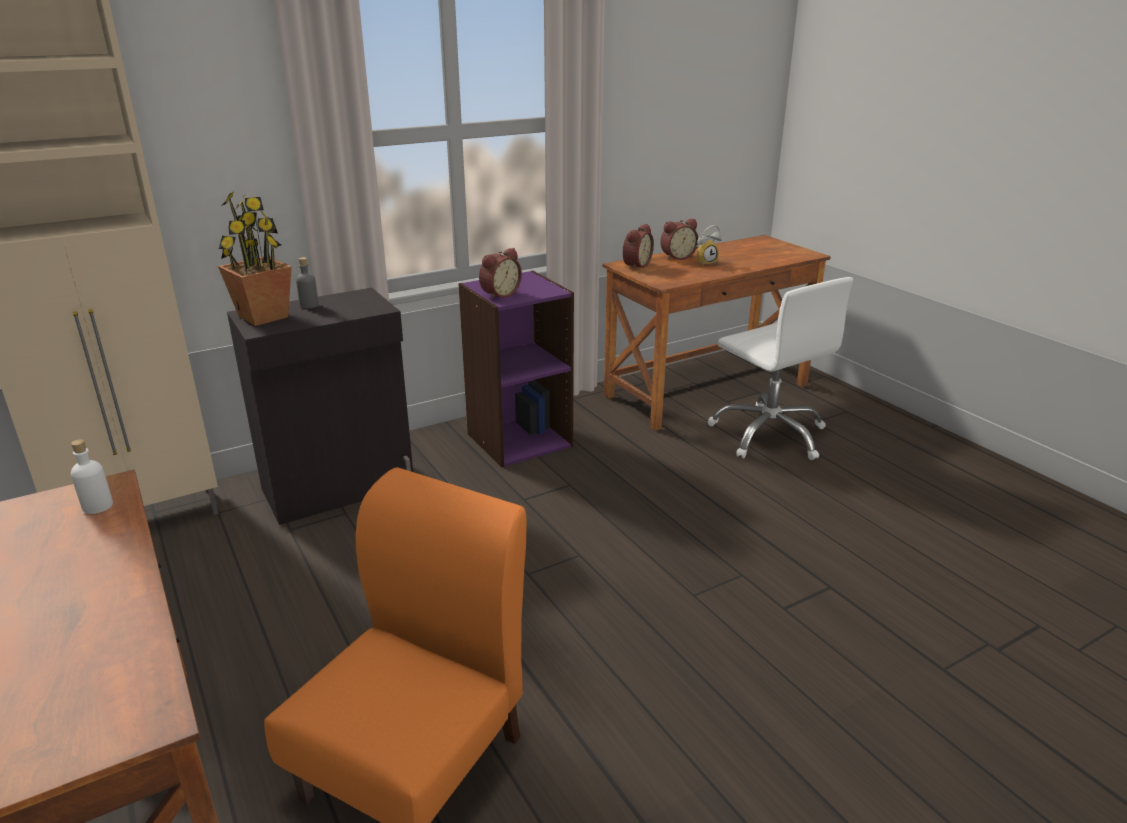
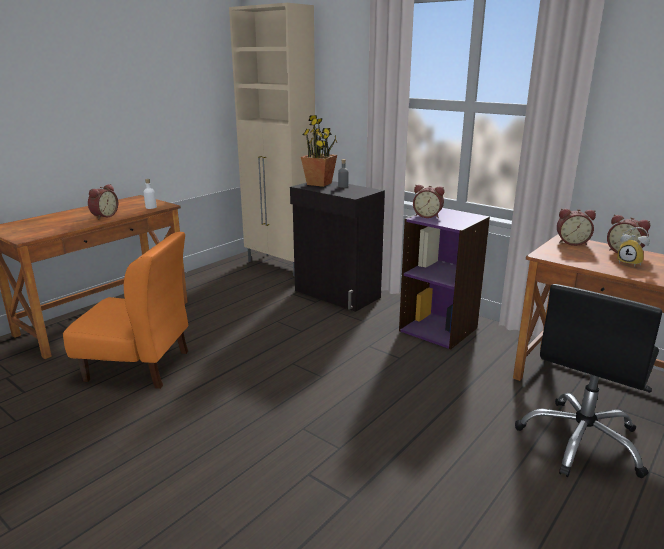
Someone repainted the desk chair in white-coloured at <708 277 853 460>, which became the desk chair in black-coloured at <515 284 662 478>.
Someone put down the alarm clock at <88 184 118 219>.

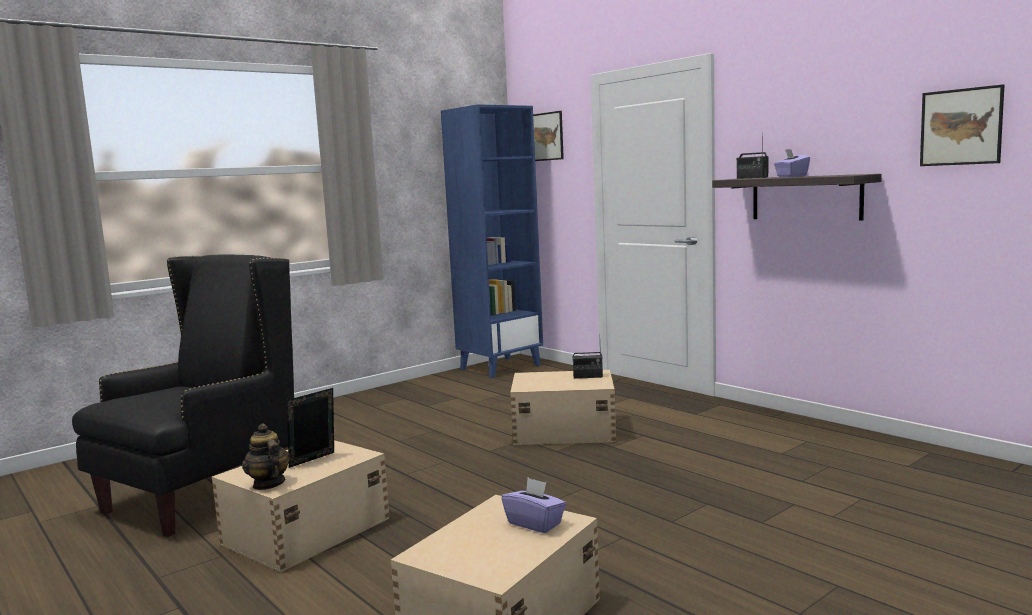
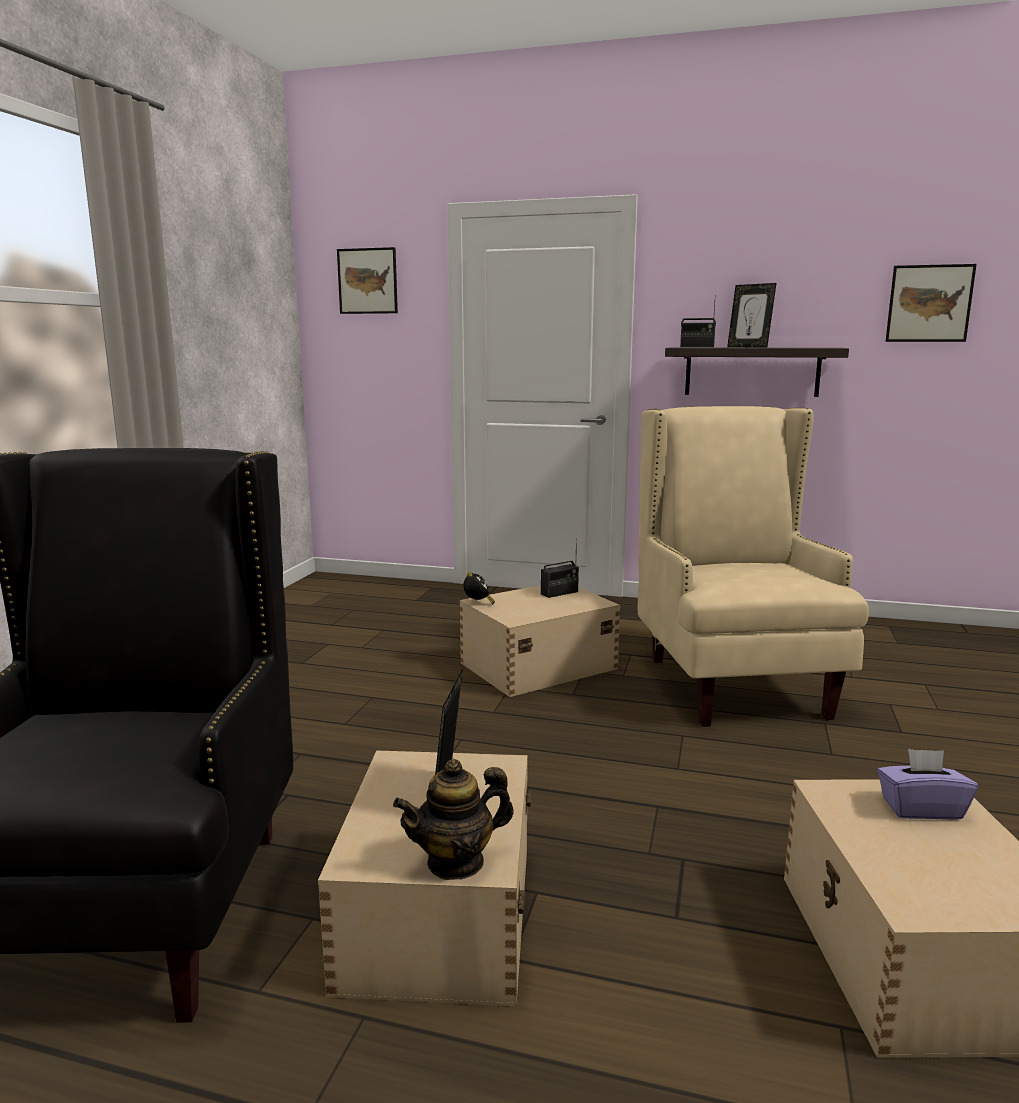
Someone rotated the teapot at <242 424 290 490> by 45 degrees counterclockwise.
Someone took away the bookshelf in blue-coloured at <441 104 543 378>.
Someone swapped the tissue holder in purple-coloured at <774 149 810 177> for the picture frame at <727 283 776 348>.
Someone put down the alarm clock at <463 572 495 604>.
Someone put down the lounge chair in beige-coloured at <638 406 869 727>.

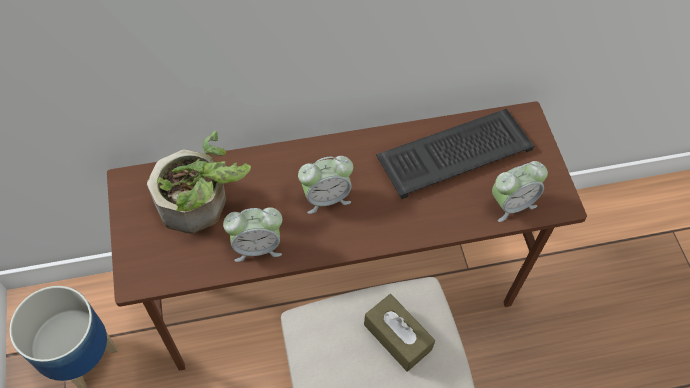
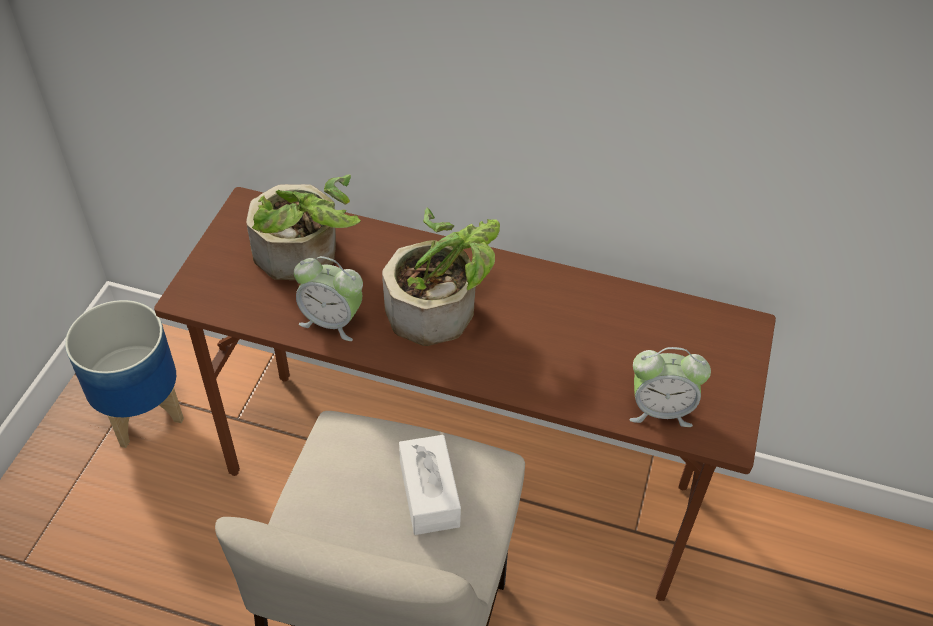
Someone swapped the alarm clock at <298 156 353 214> for the potted plant at <382 208 500 346>.
Someone repainted the tissue holder in brown at <364 294 435 372>, which became the tissue holder in white-coloured at <399 435 461 535>.
Someone took away the PC keyboard at <376 108 534 199>.

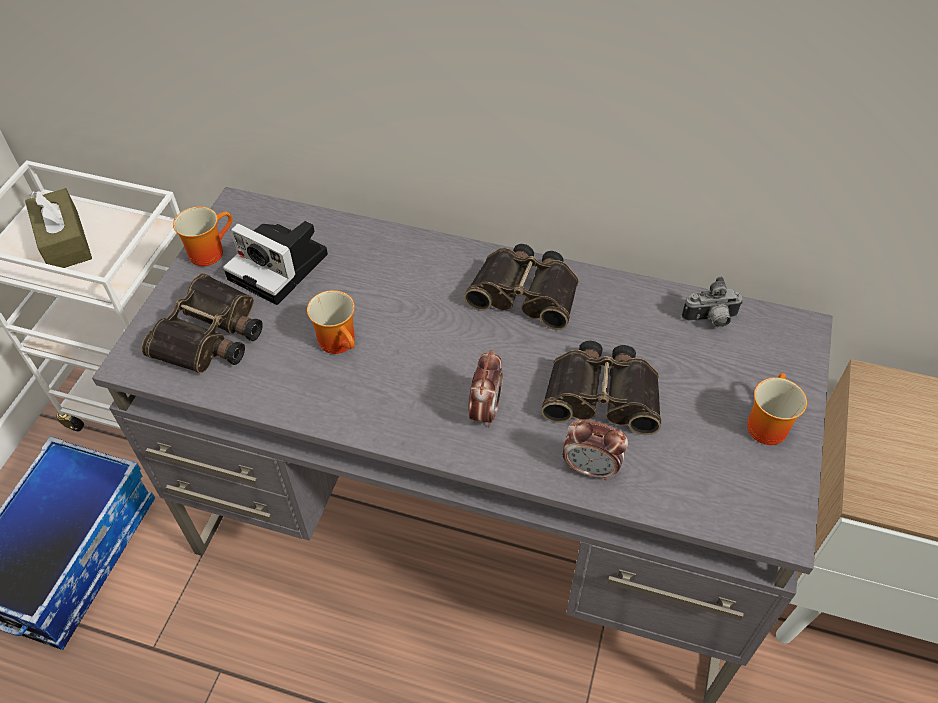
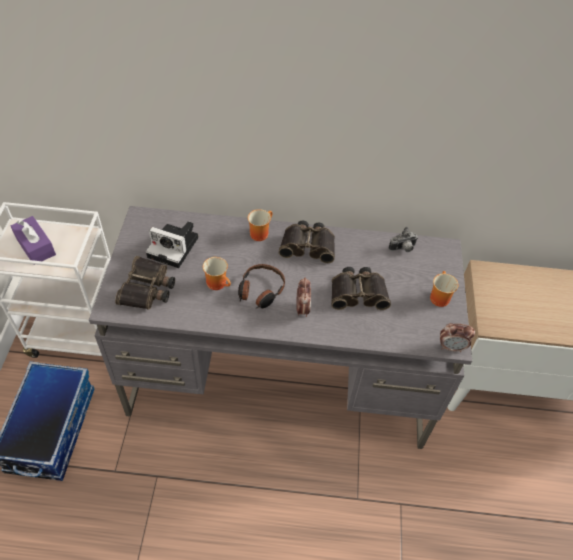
Someone repainted the tissue holder in brown at <25 188 92 268>, which became the tissue holder in purple-coloured at <11 216 56 265>.
Someone carried the tea mug from <173 206 233 266> to <248 209 273 241>.
Someone carried the alarm clock from <562 419 628 481> to <440 323 475 352>.
Someone put down the headphones at <238 264 285 309>.

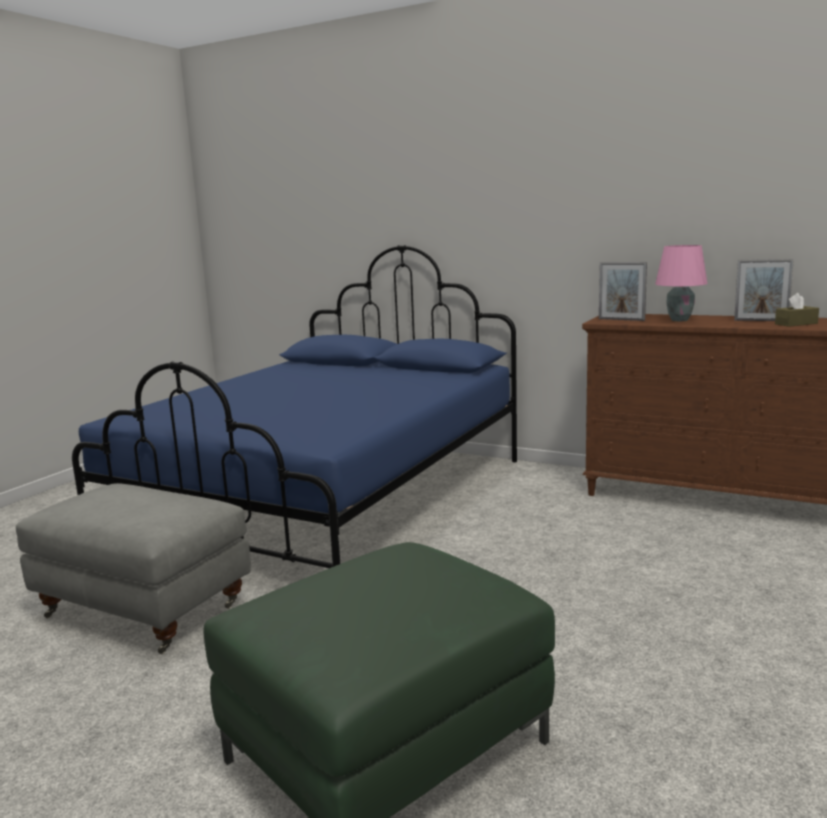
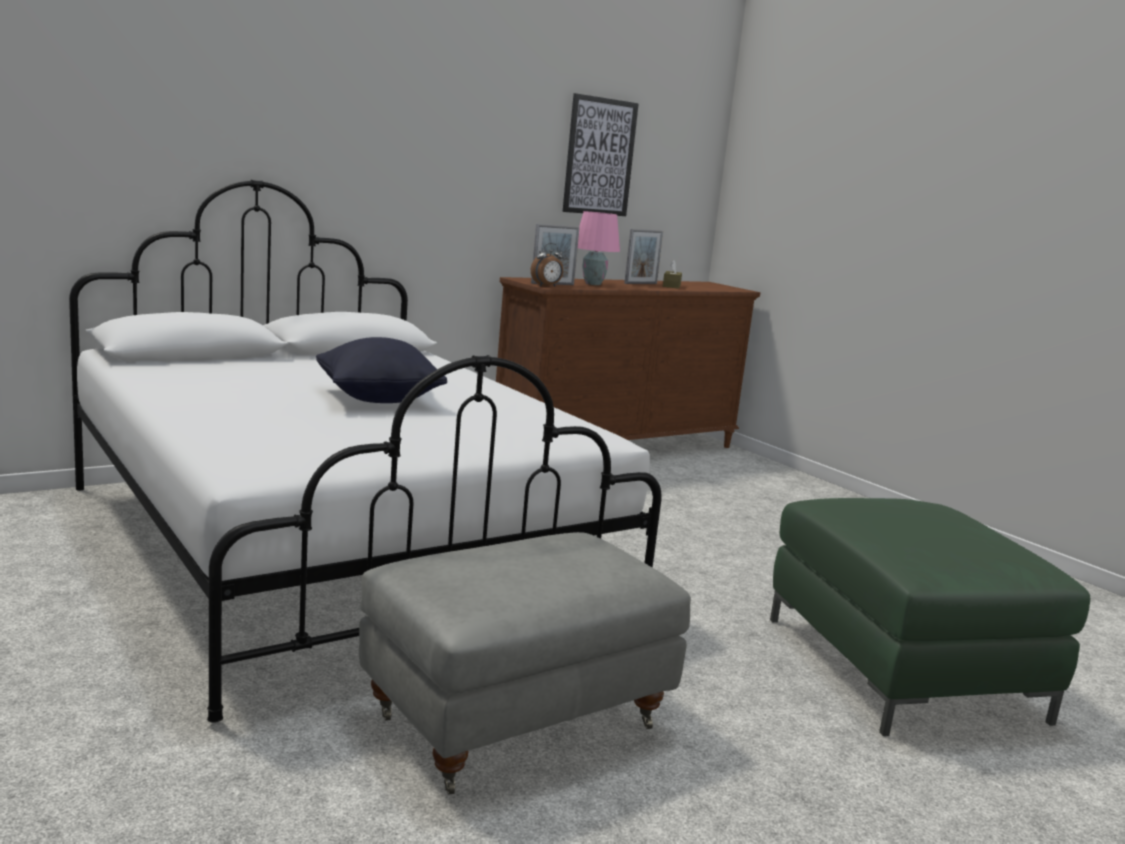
Someone repainted the bed in blue-coloured at <72 245 517 568>, which became the bed in white-coloured at <69 180 662 723>.
Someone put down the pillow in black-coloured at <316 337 447 403>.
Someone put down the alarm clock at <531 243 564 287>.
Someone put up the wall picture at <562 93 639 216>.

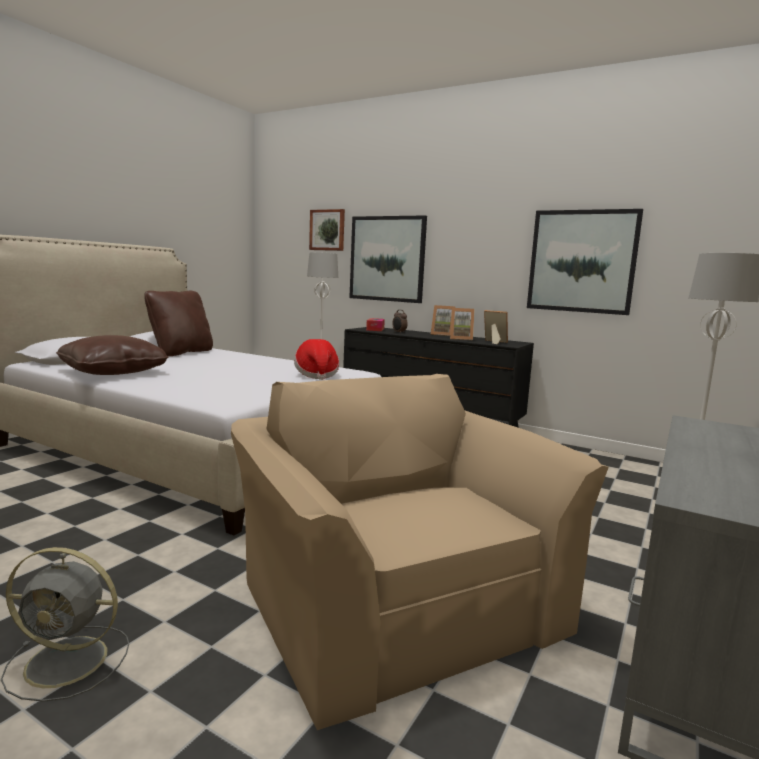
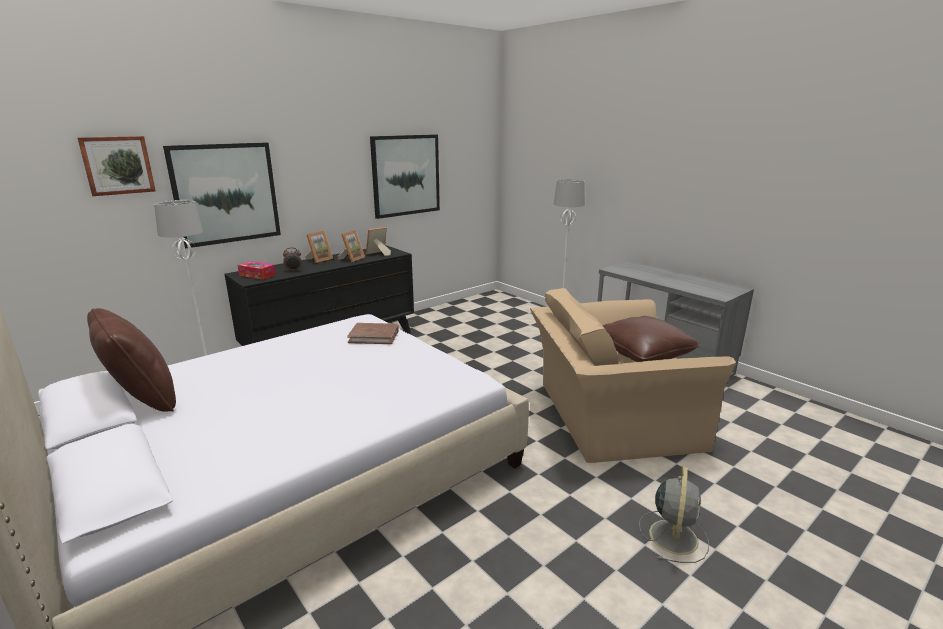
Someone carried the pillow in brown from <56 335 169 375> to <603 316 700 362>.
Someone swapped the hat at <294 339 339 380> for the bound book in brown at <347 323 399 344>.

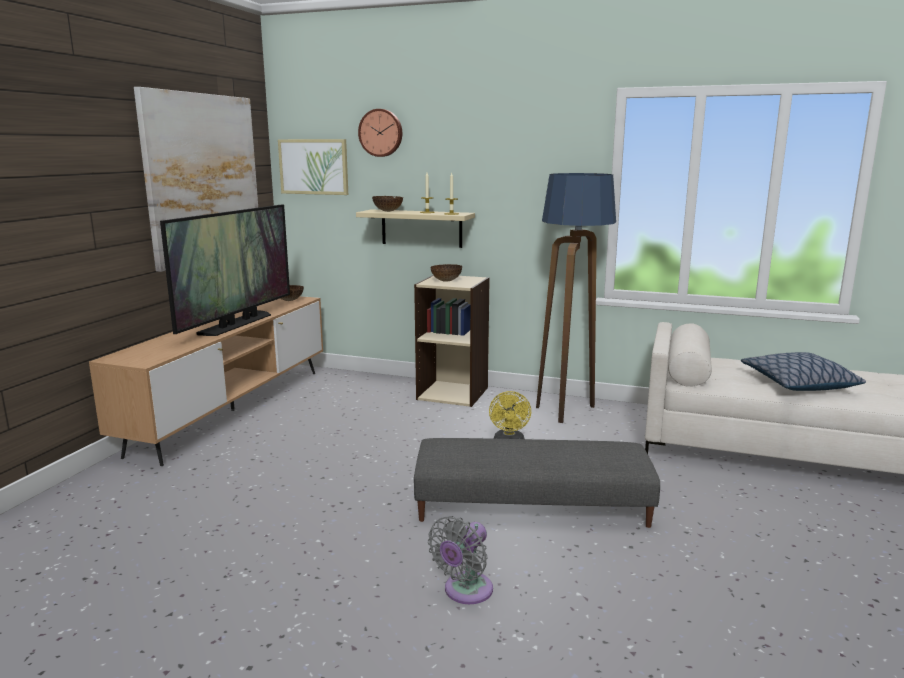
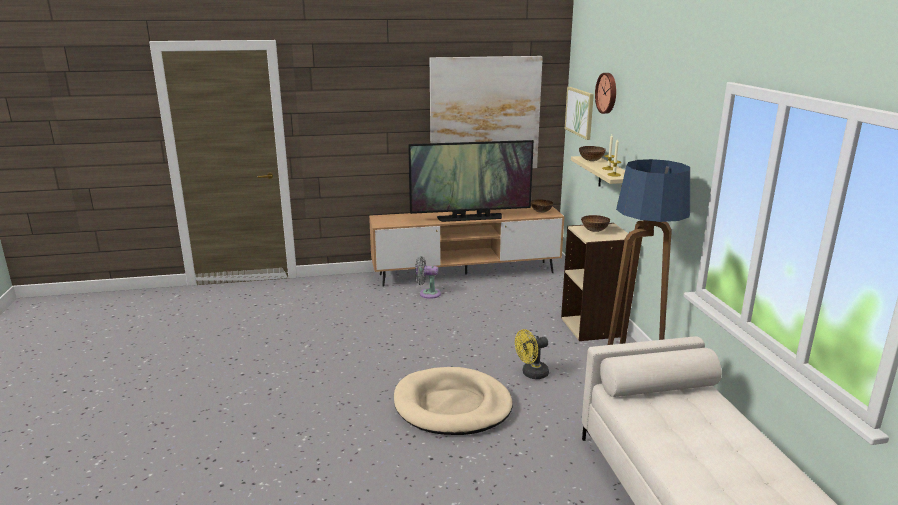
Someone swapped the pouffe in greyish at <414 438 660 528> for the dog cushion in beige-coloured at <394 367 513 435>.
Someone carried the fan in greyish from <428 516 493 604> to <415 256 441 299>.
Someone took away the pillow at <741 352 866 391>.

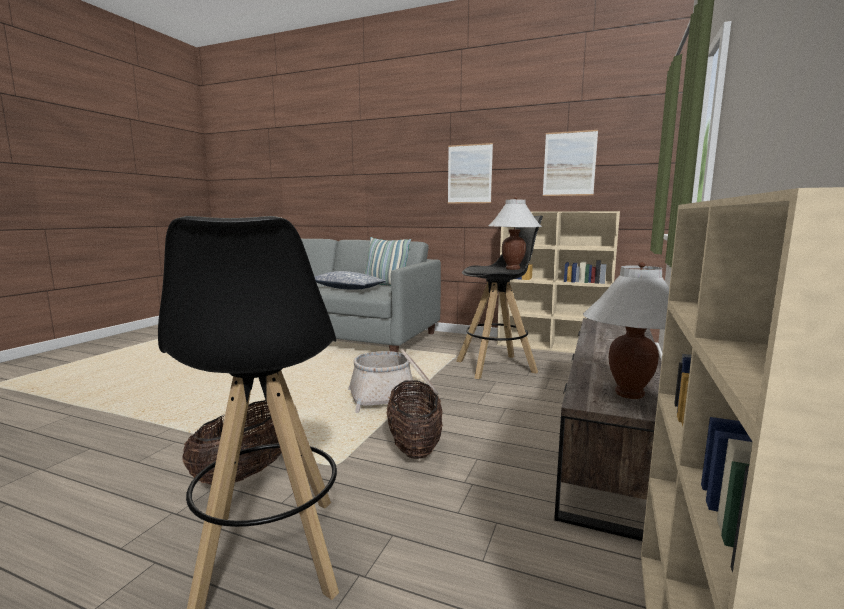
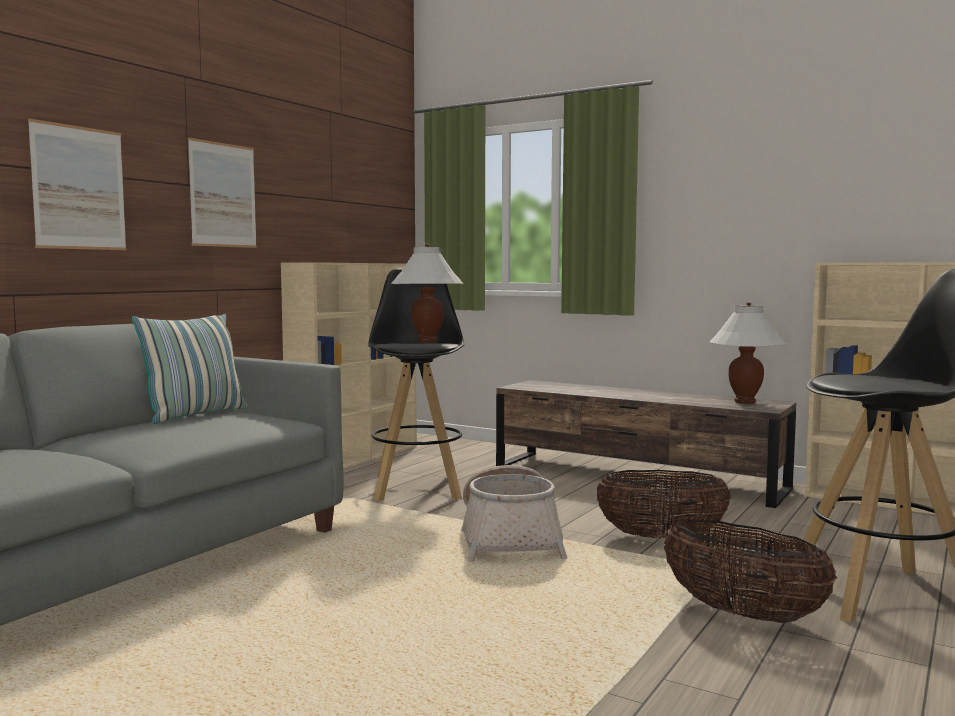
Someone took away the pillow at <315 271 386 290>.
Someone carried the wall picture from <543 130 598 196> to <28 118 126 250>.

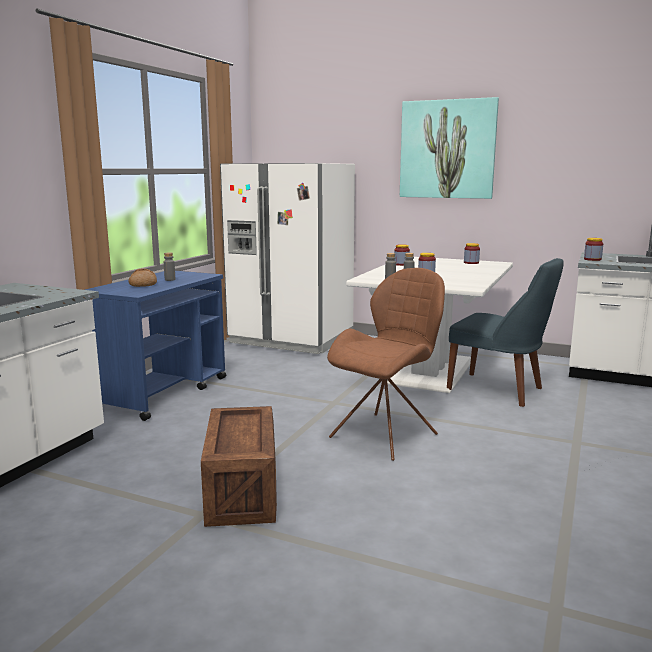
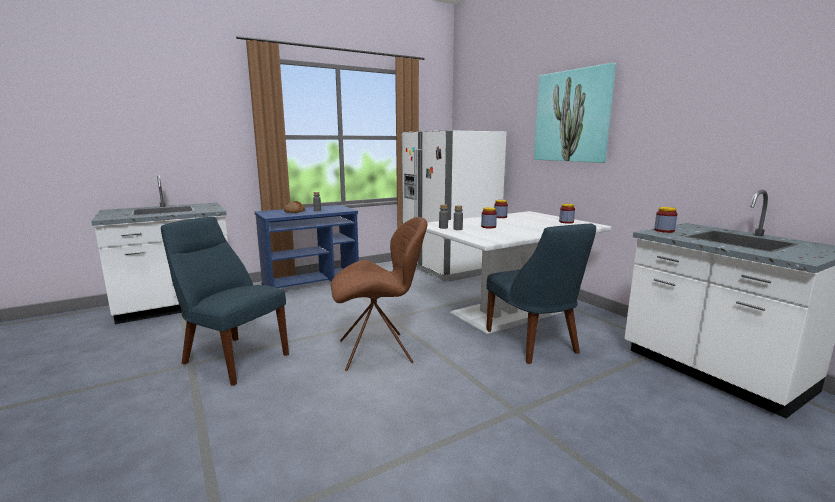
Someone swapped the shipping crate at <201 406 277 527> for the chair in blue-coloured at <161 217 289 386>.

